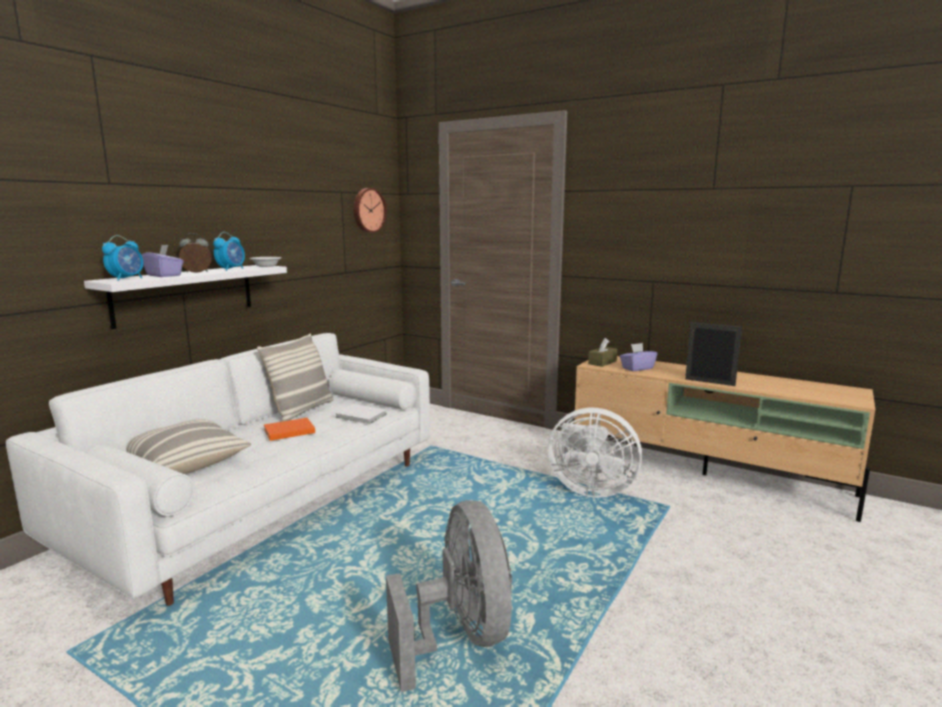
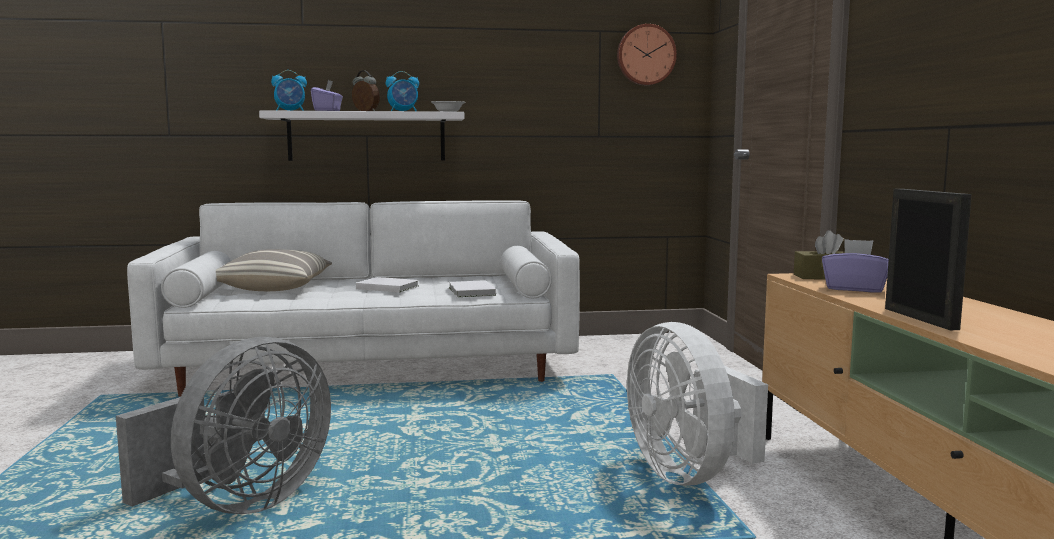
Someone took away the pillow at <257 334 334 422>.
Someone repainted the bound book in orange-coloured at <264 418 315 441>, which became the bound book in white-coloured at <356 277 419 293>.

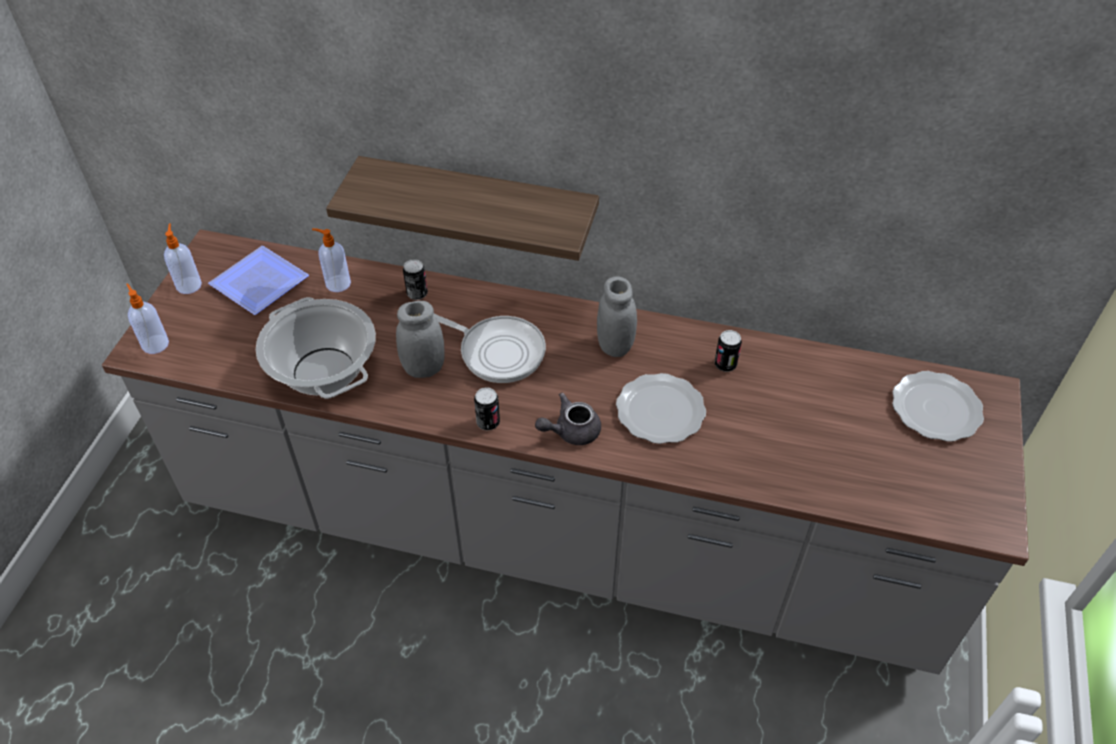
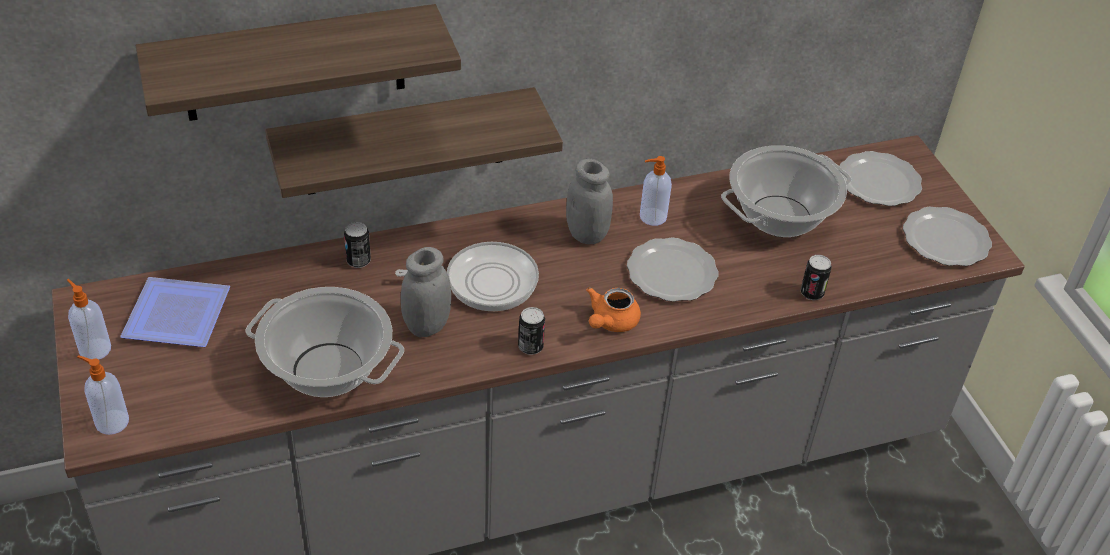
Someone carried the soap bottle from <312 228 351 292> to <640 156 672 226>.
Someone repainted the teapot in greyish at <535 393 601 445>, which became the teapot in orange-coloured at <586 287 641 332>.
Someone carried the sealed can from <715 330 742 372> to <801 255 832 300>.
Someone put up the wall shelf at <136 4 461 121>.
Someone put down the saucepot at <721 145 851 237>.
Someone put down the flat dish at <903 207 992 266>.

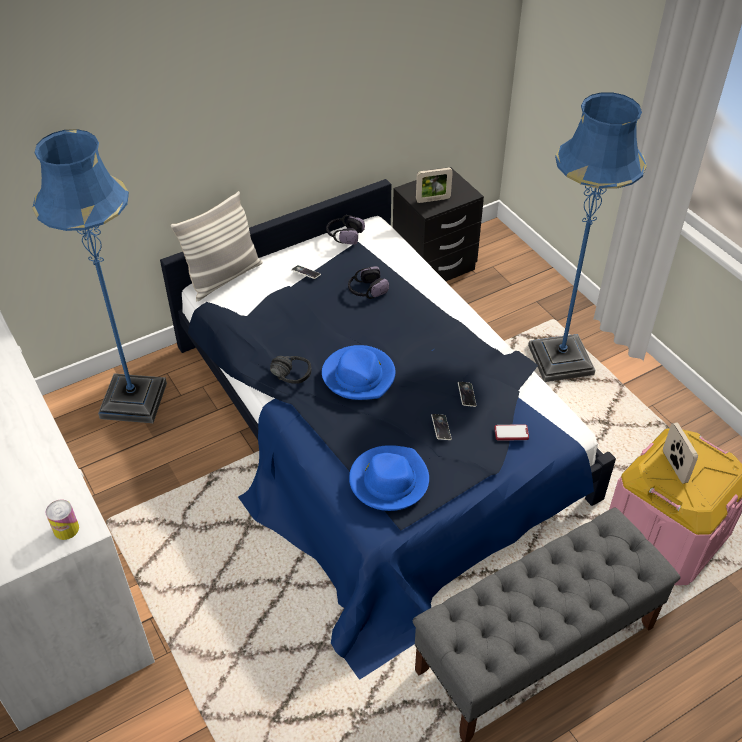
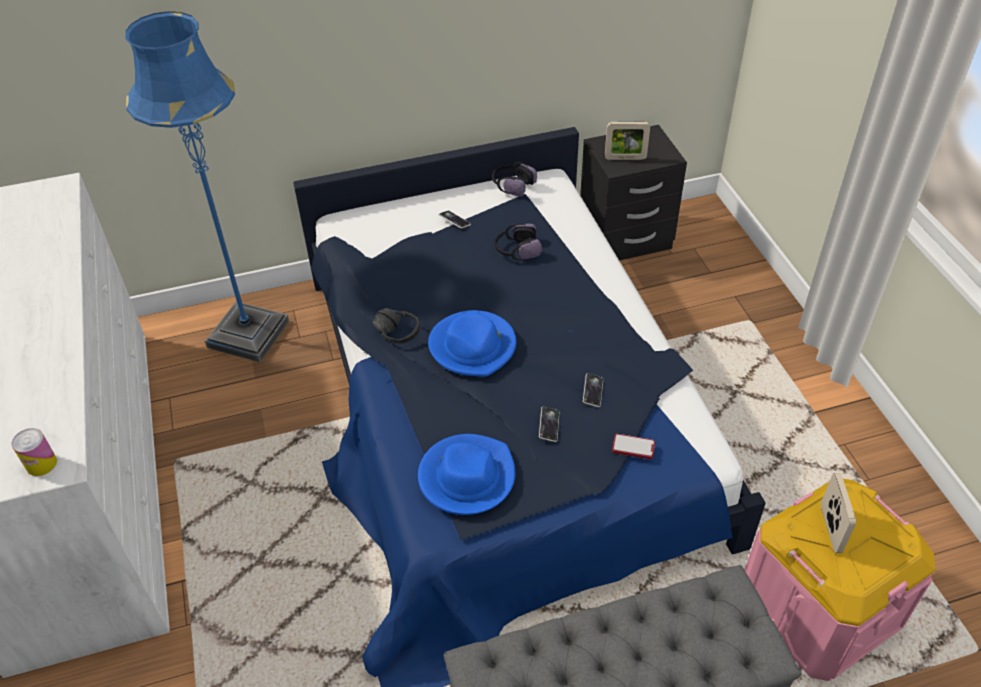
Someone took away the pillow at <170 191 263 301>.
Someone took away the standard lamp in blue-coloured at <528 92 647 382>.

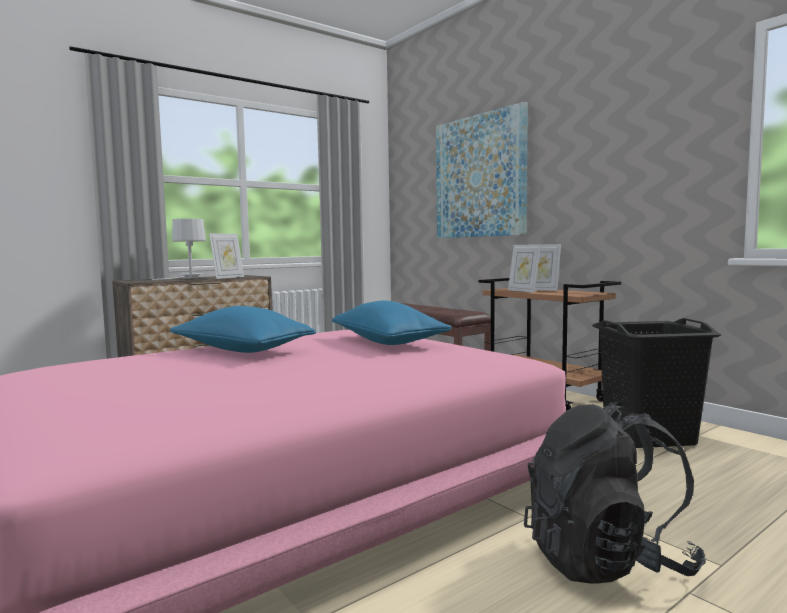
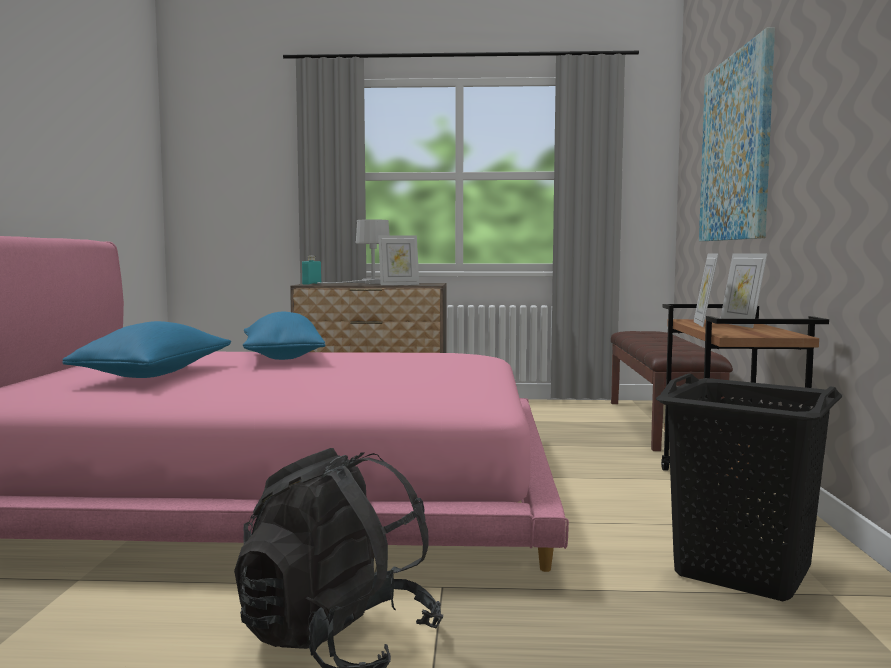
Someone carried the pillow in blue-coloured from <332 301 452 345> to <62 321 231 378>.
Someone put down the beverage bottle in turquoise at <302 255 321 285>.

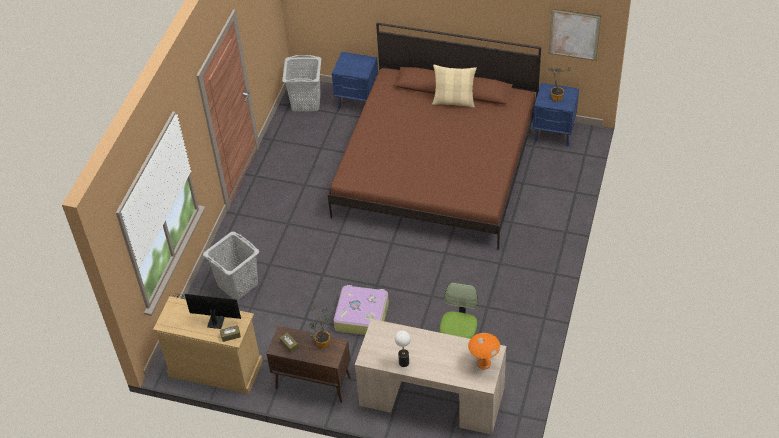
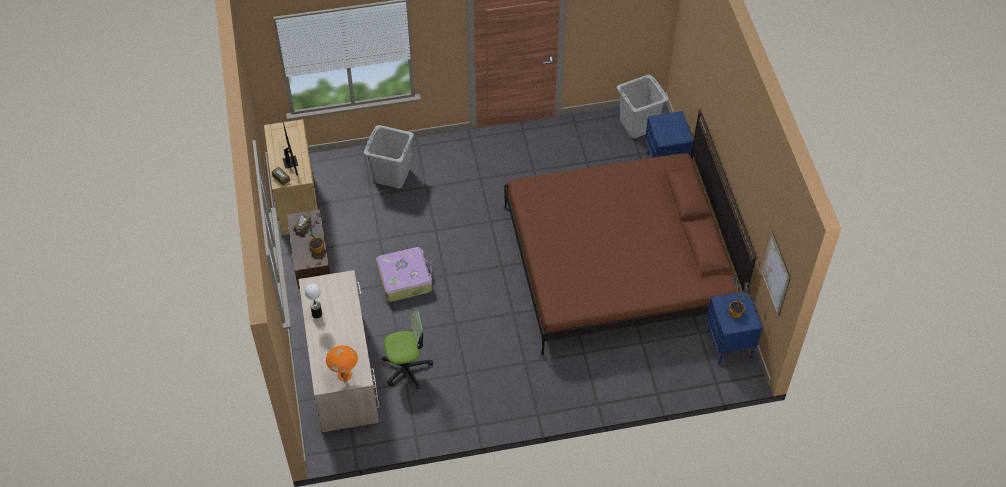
Someone took away the pillow in beige-coloured at <432 65 477 108>.

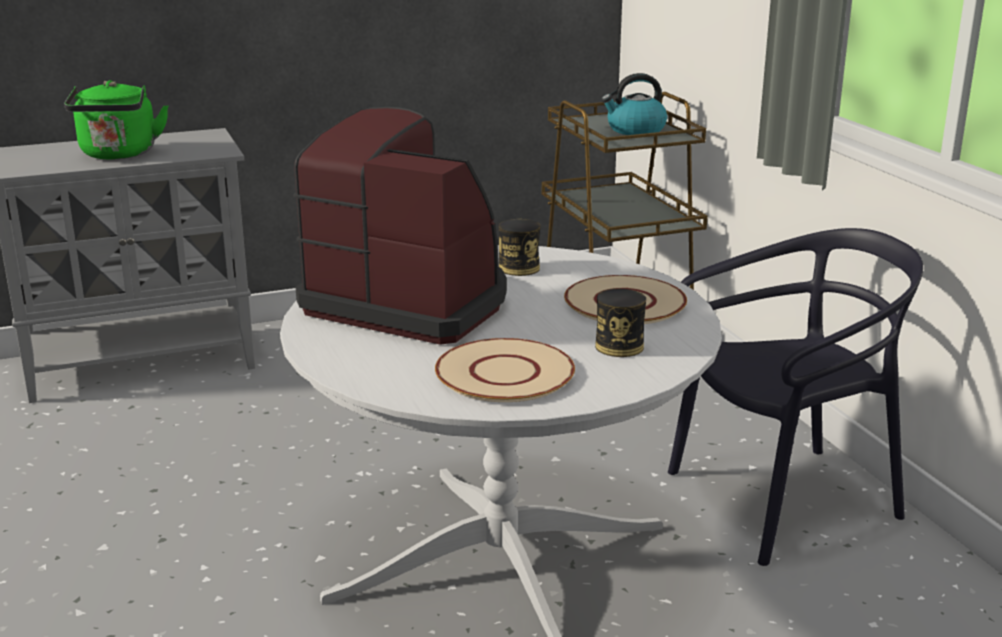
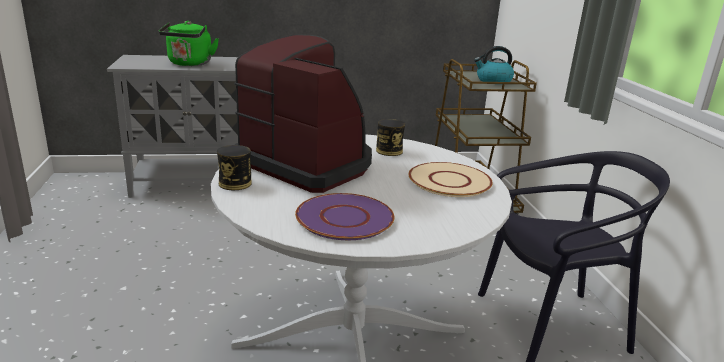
Someone repainted the flat dish in beige-coloured at <435 338 575 402>, which became the flat dish in purple-coloured at <295 193 394 240>.
Someone carried the sealed can from <595 289 646 357> to <217 145 252 190>.

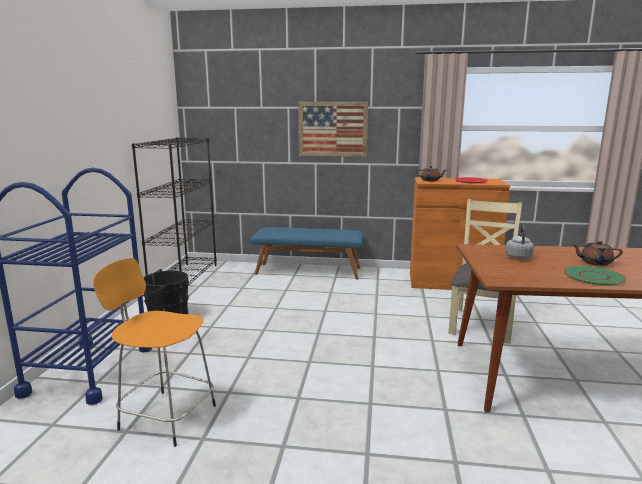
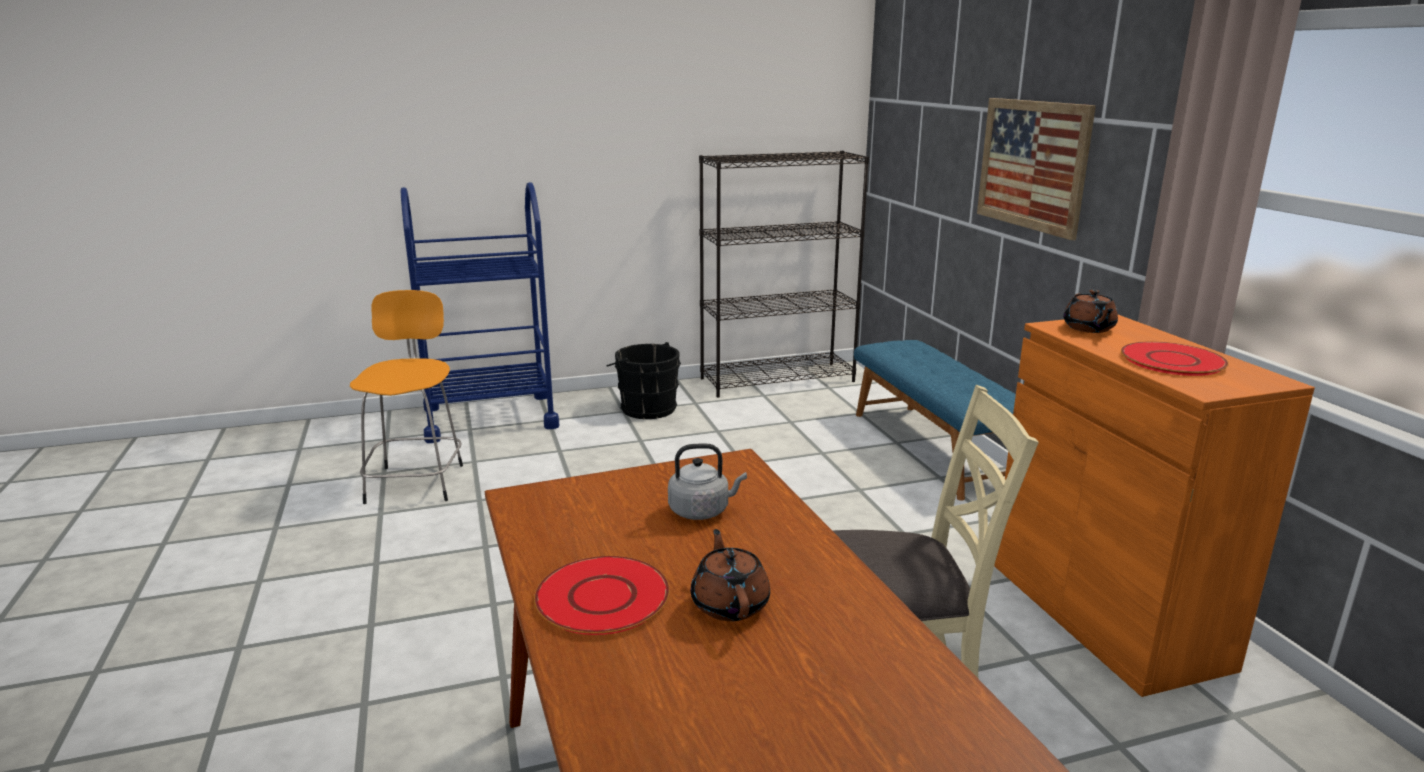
Someone repainted the flat dish in green-coloured at <564 266 626 286>, which became the flat dish in red-coloured at <534 556 670 635>.

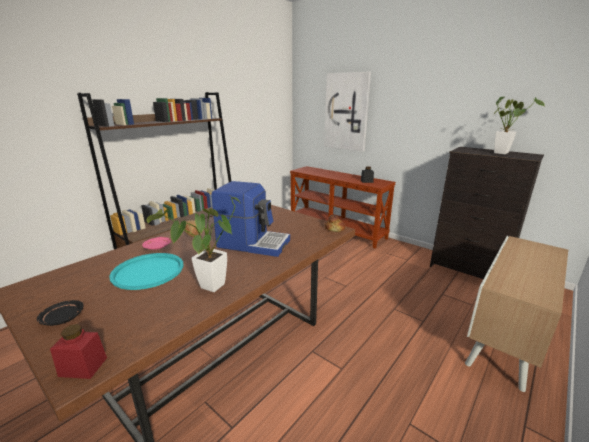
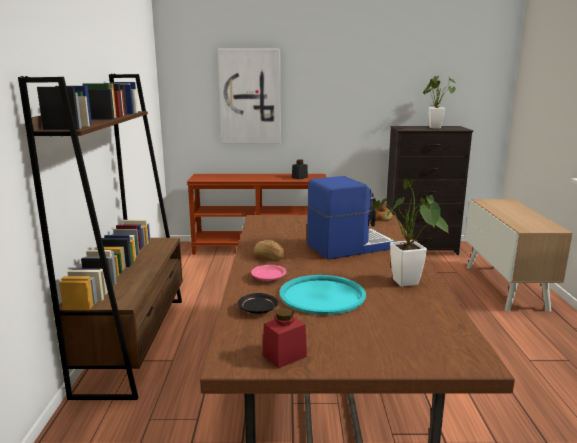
Someone carried the flat dish in black-coloured from <37 300 83 326> to <238 293 278 314>.
Someone carried the jar in red-coloured from <50 324 107 379> to <263 308 307 369>.

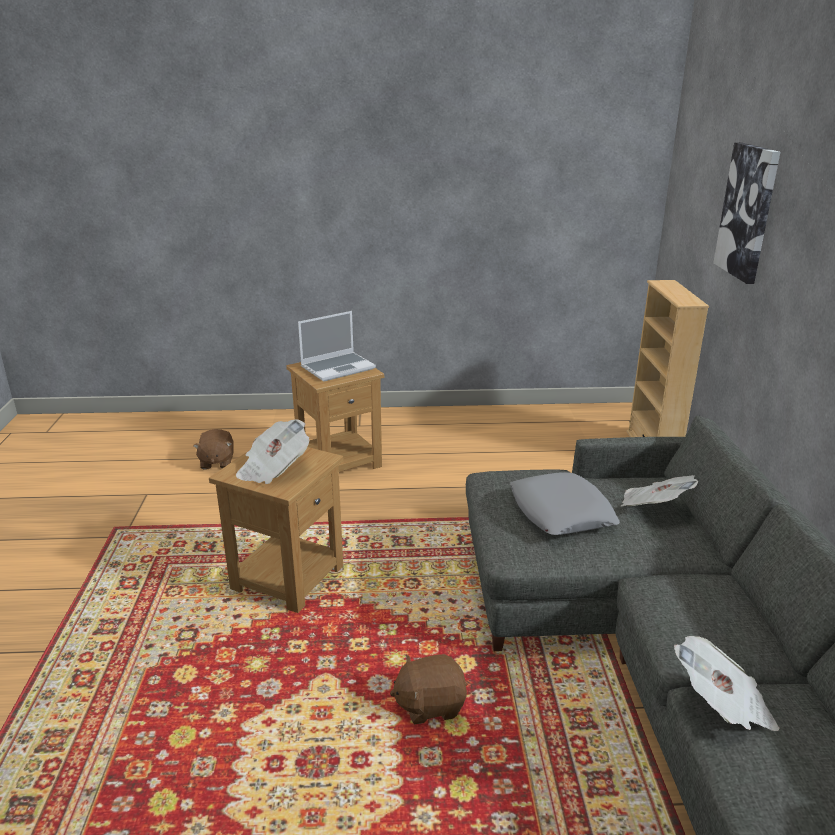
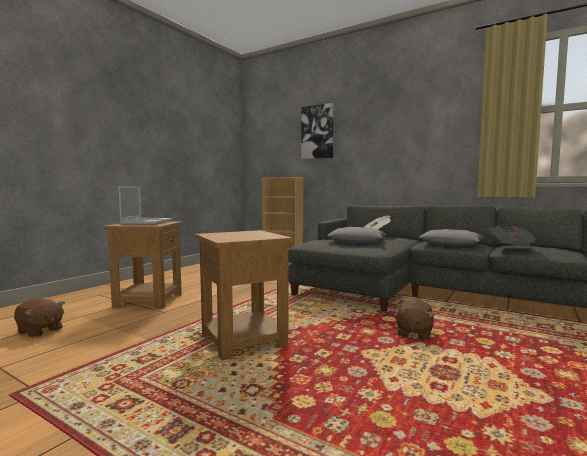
Someone took away the printed paper at <236 419 309 484>.
Someone put down the pillow in greyish at <419 229 484 246>.

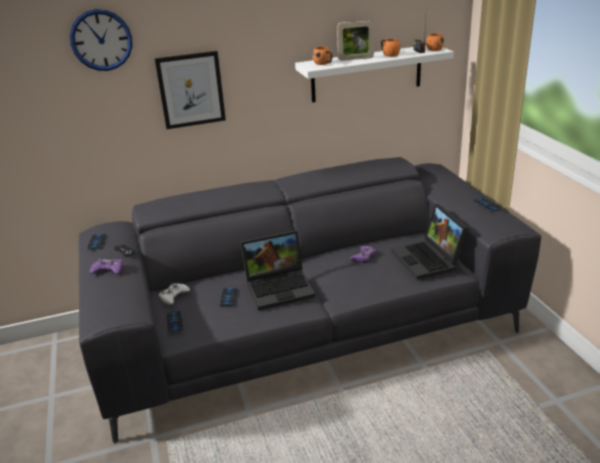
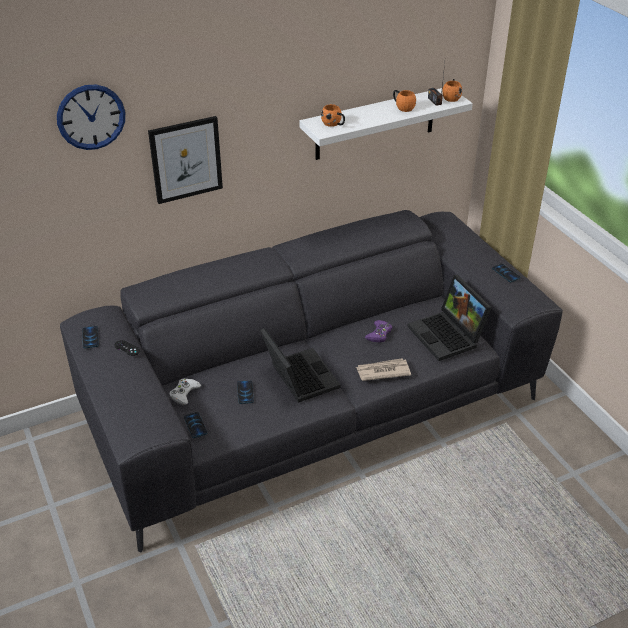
Someone took away the joypad in purple-coloured at <90 258 123 274>.
Someone rotated the portable computer at <240 230 316 310> by 90 degrees counterclockwise.
Someone took away the picture frame at <337 20 374 61>.
Someone put down the printed paper at <356 358 411 381>.

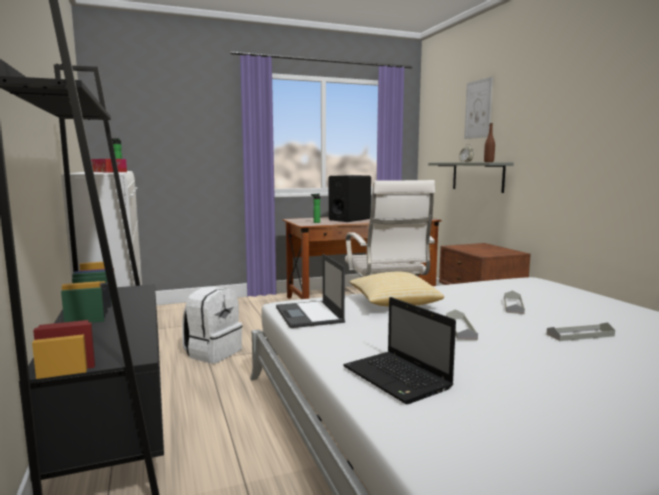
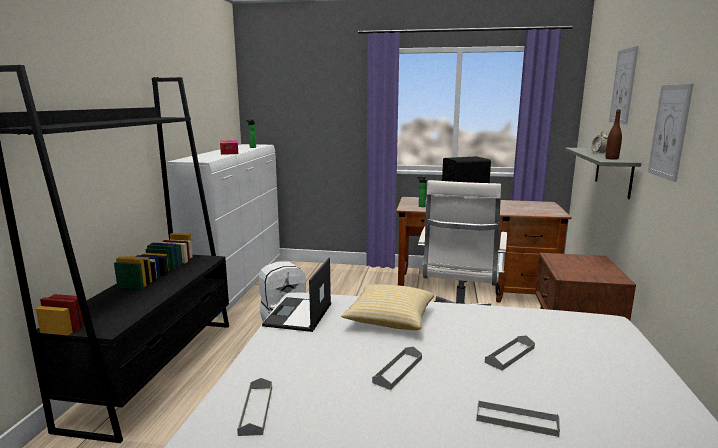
Someone swapped the portable computer at <343 297 456 404> for the carrying tray in greyish at <237 378 272 436>.
Someone put up the wall picture at <648 84 694 182>.

